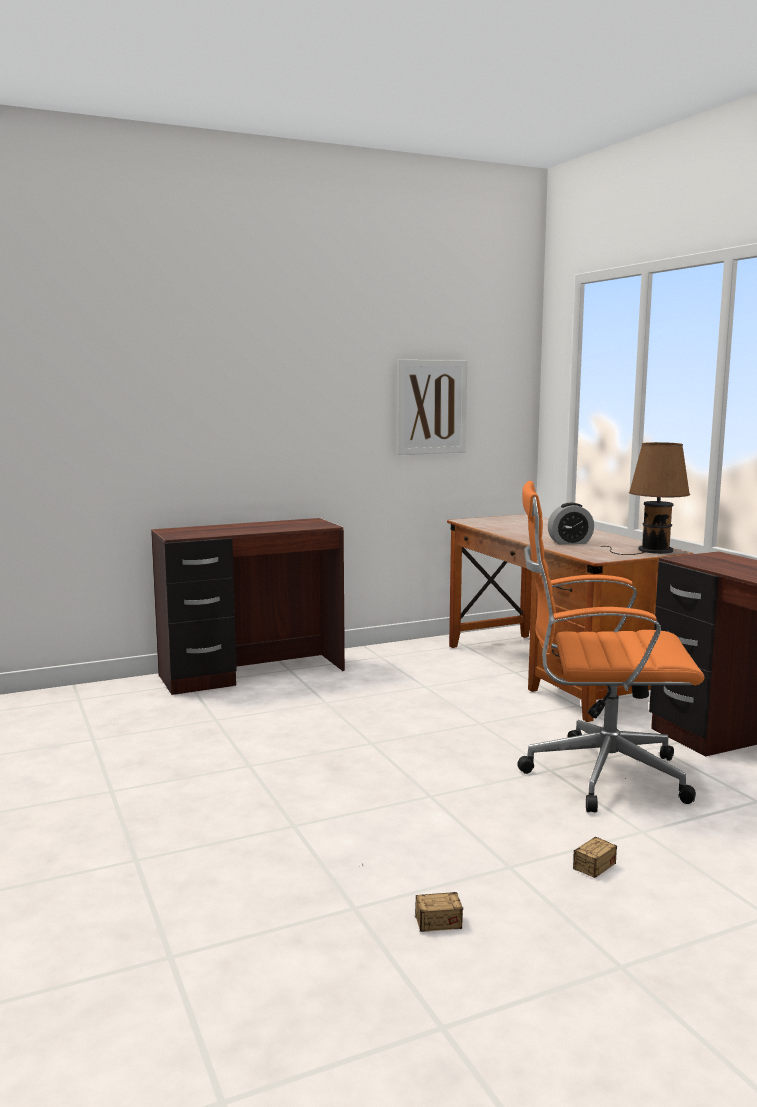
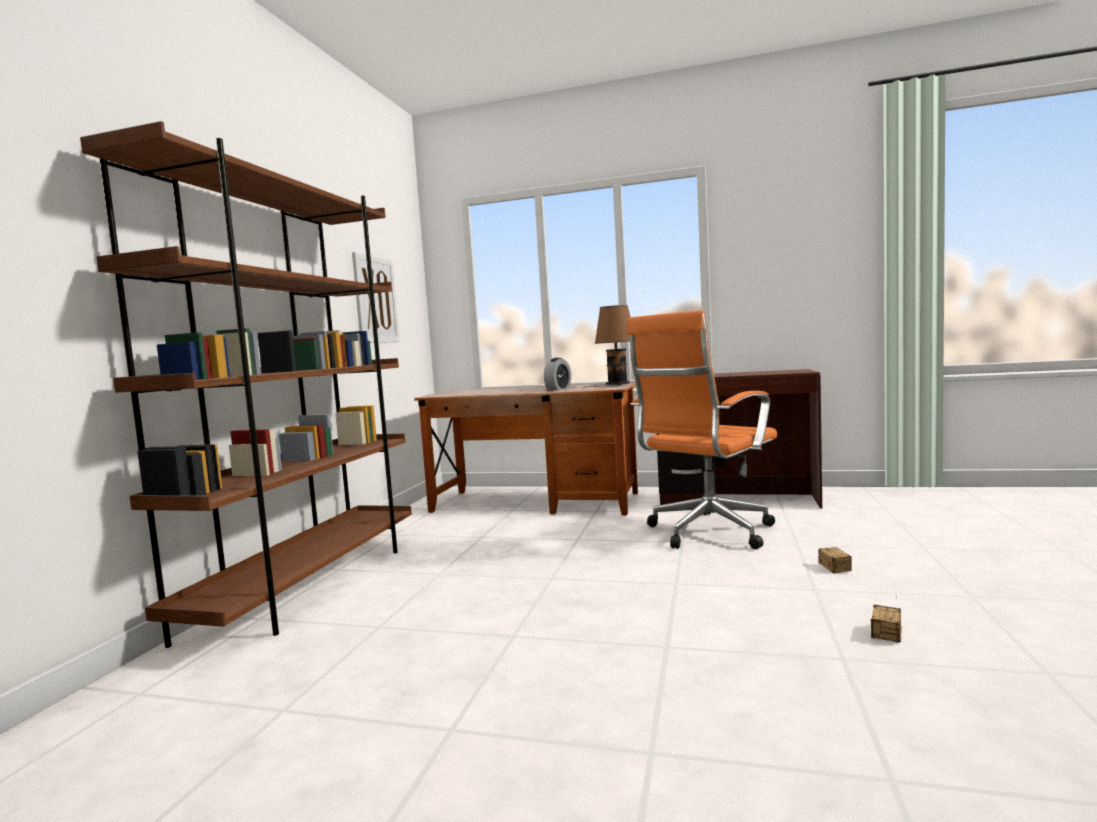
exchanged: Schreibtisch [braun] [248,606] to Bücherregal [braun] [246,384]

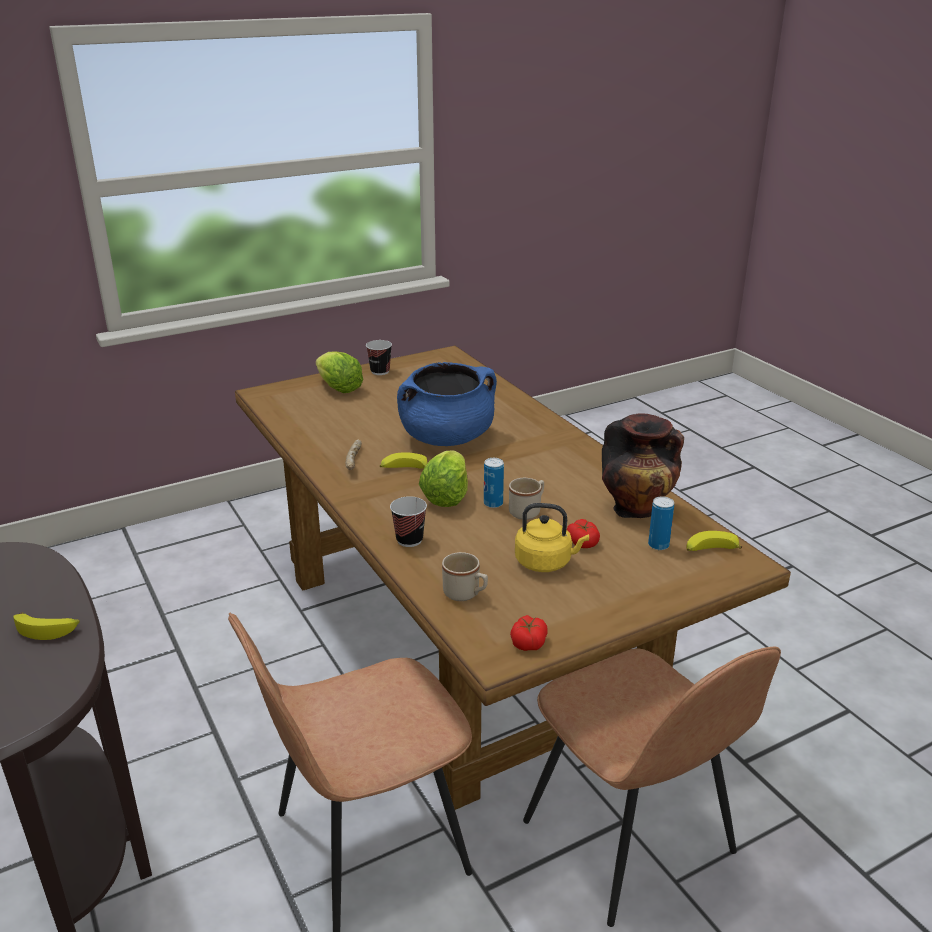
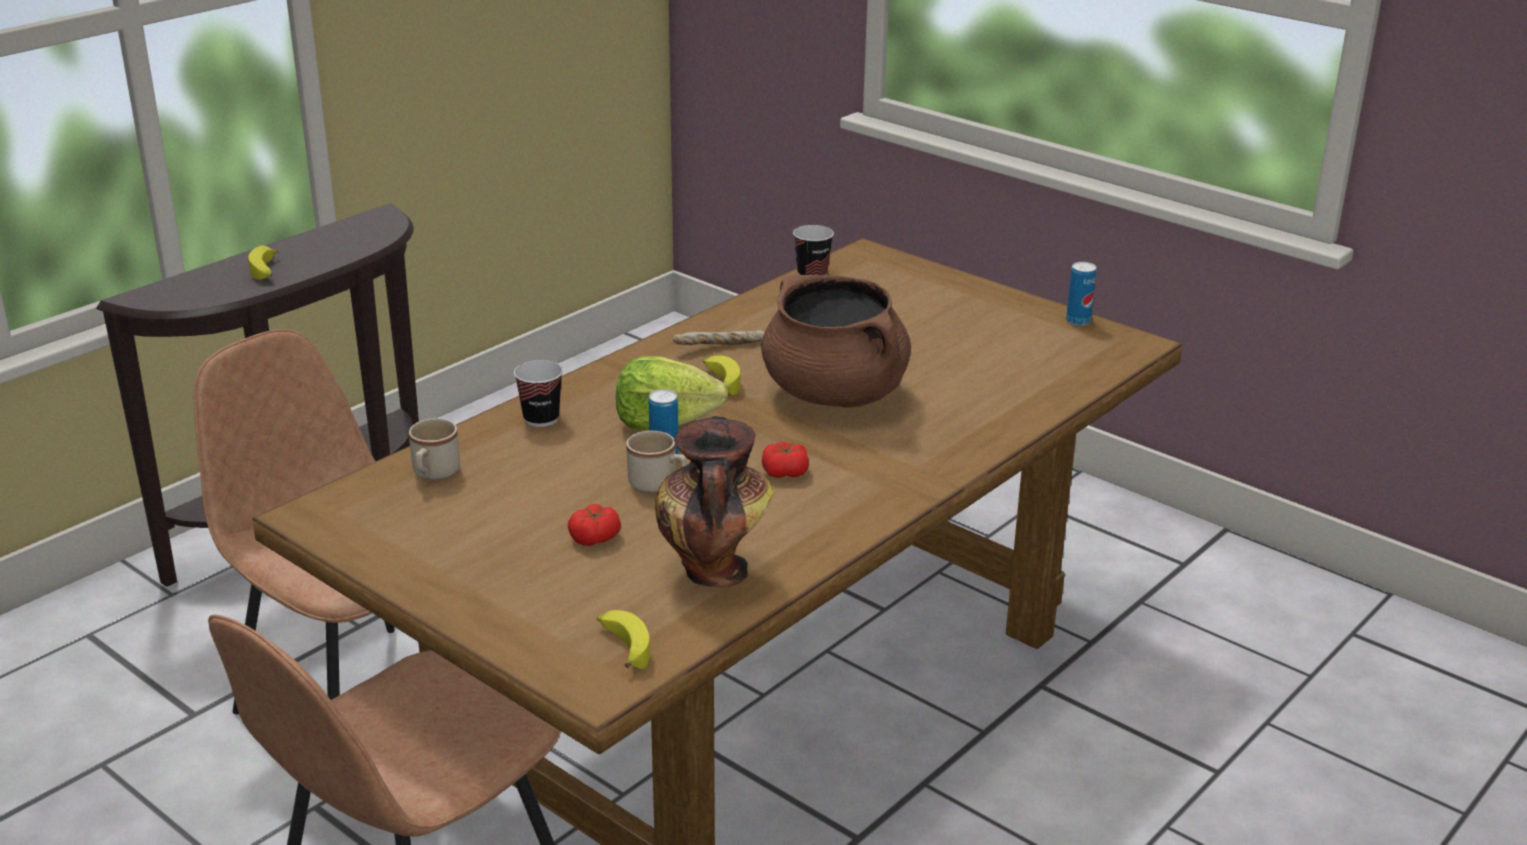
missing: Salatkopf [340,372]; Wasserkessel [gelb] [552,537]
relocated: Tomate [529,633] to [785,460]; Tasse [379,357] to [813,250]; Dose [661,523] to [1081,294]
colour: Kochtopf [blau] [447,404] to Kochtopf [braun] [836,341]

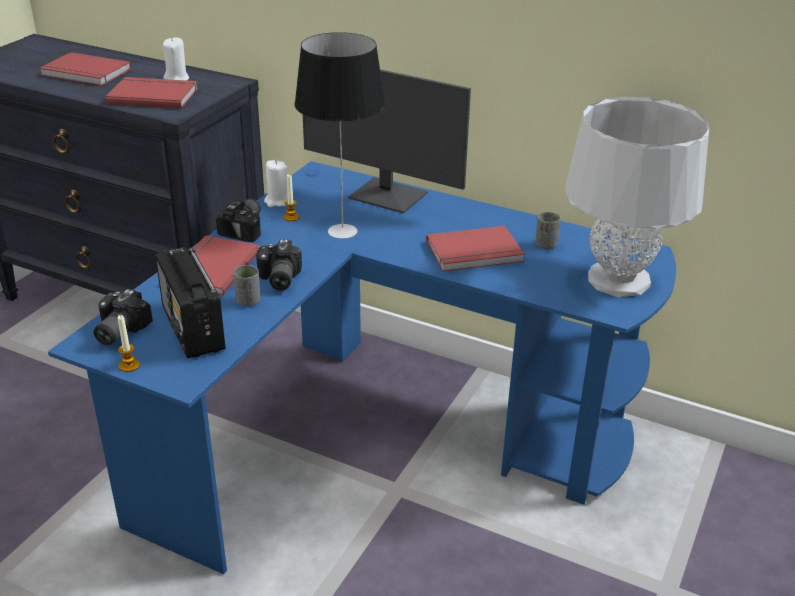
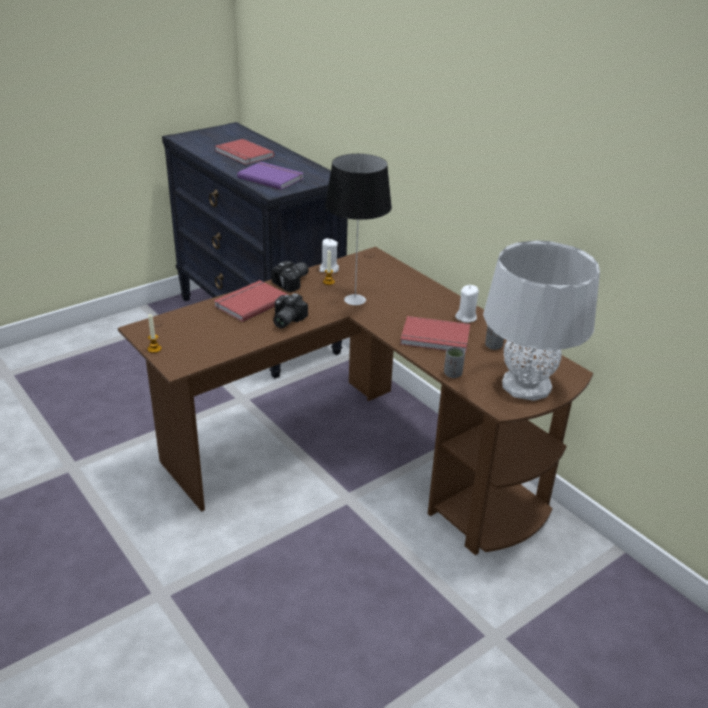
missing: Kamera [123,317]; Radio [190,302]; Monitor [387,141]
relocated: Tasse [grau] [246,286] to [454,362]; Kerze [weiß] [176,59] to [467,304]
colour: Schreibtisch [blau] [362,367] to Schreibtisch [braun] [355,401]; Buch [rot] [151,92] to Buch [lila] [270,176]

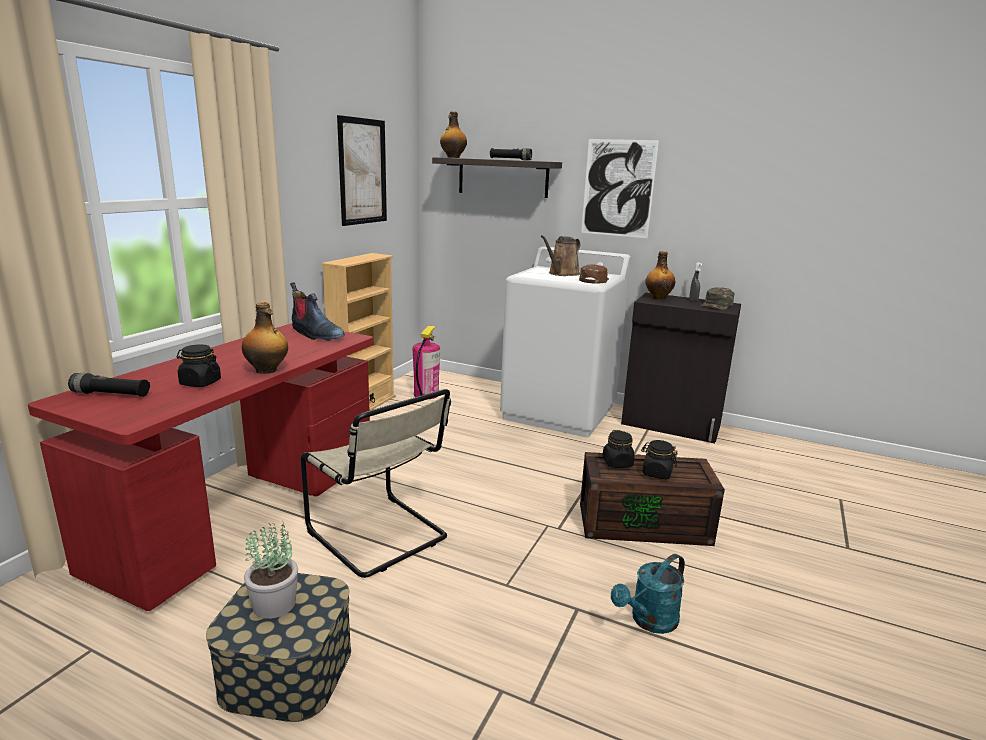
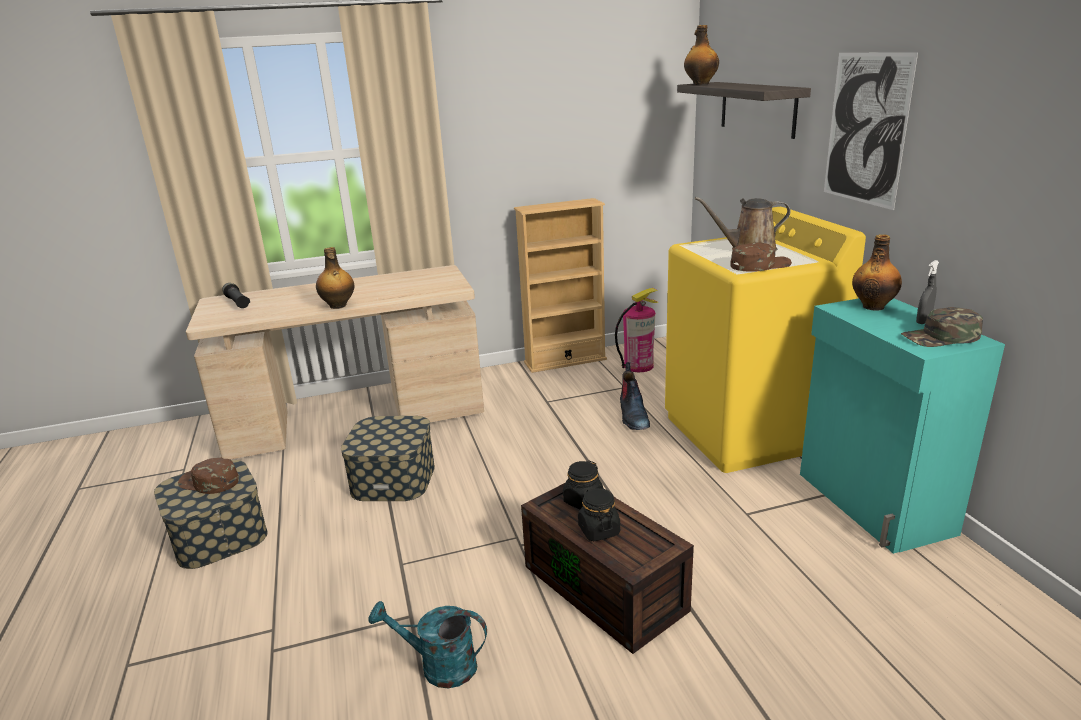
missing: Vorratsglas [schwarz] [199,365]; Bild [362,170]; Taschenlampe [schwarz] [511,154]
relocated: Stiefel [317,311] to [635,396]
exchanged: Topfpflanze [271,570] to Kappe [braun] [208,476]; Stuhl [beige] [376,483] to Aufbewahrungsbox [388,458]
colour: Schreibtisch [rot] [200,467] to Schreibtisch [beige] [335,362]; Waschmaschine [weiß] [565,342] to Waschmaschine [gelb] [765,340]; Schrank [schwarz] [681,368] to Schrank [türkis] [902,426]

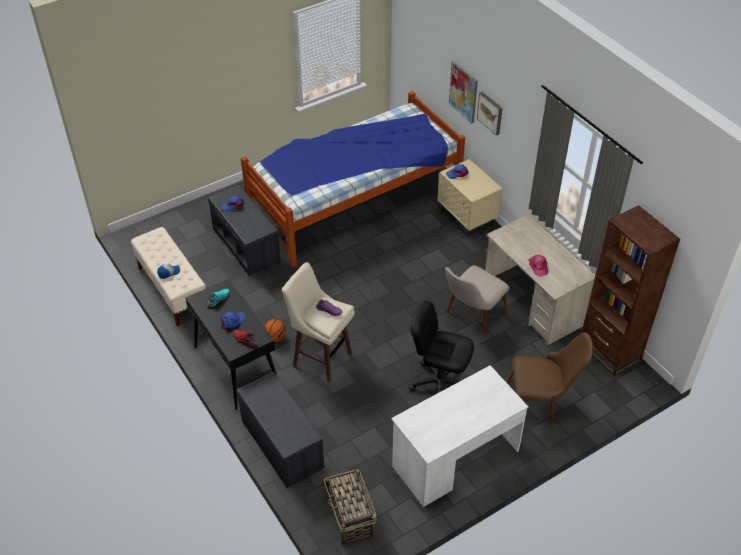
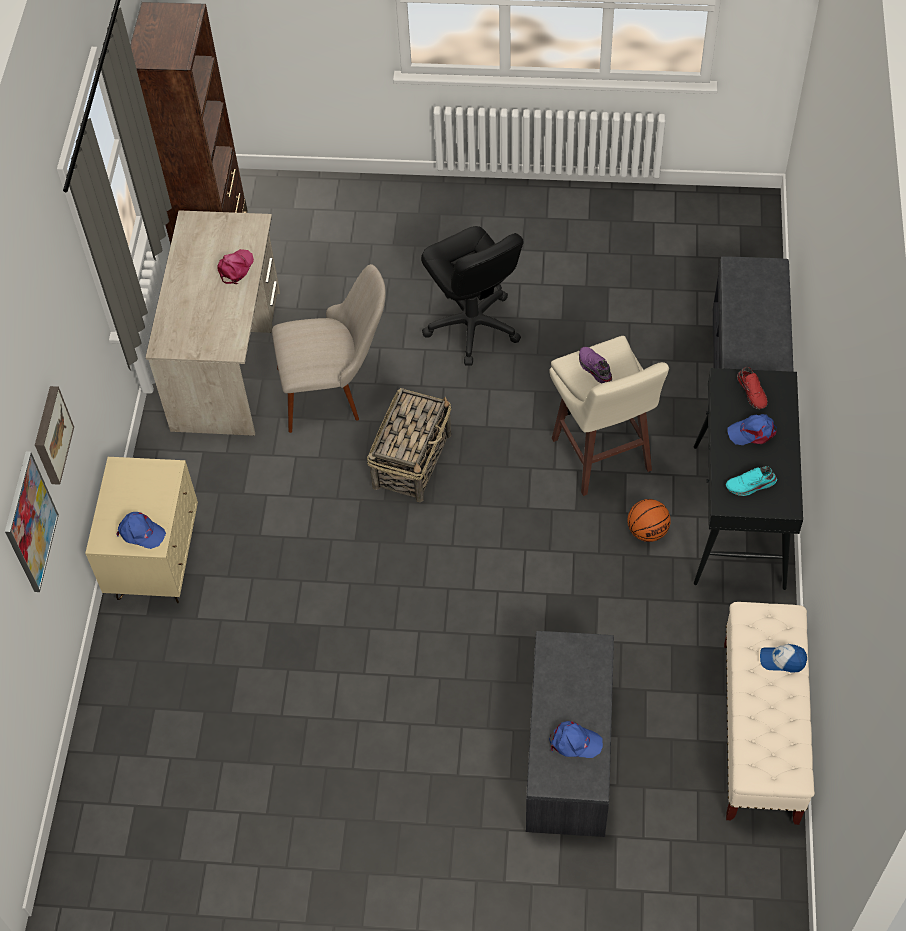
missing: Bett [353,179]; Schreibtisch [weiß] [460,436]; Stuhl [braun] [550,378]
relocated: Korb [350,507] to [409,445]

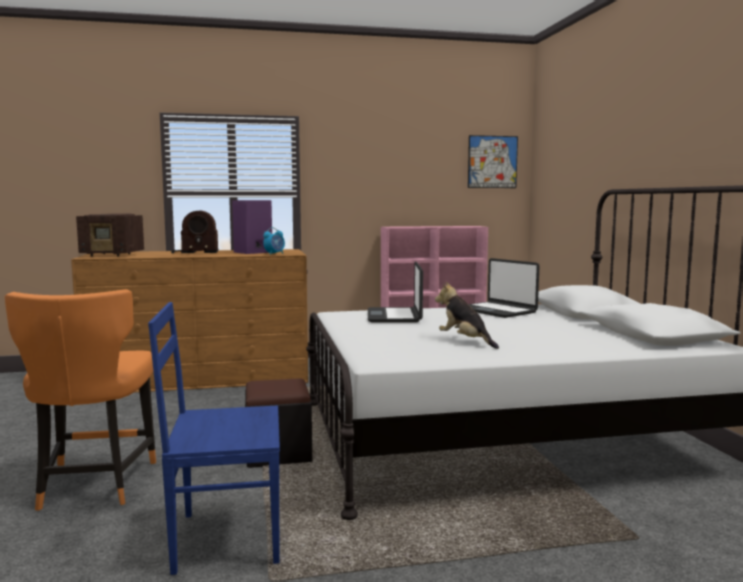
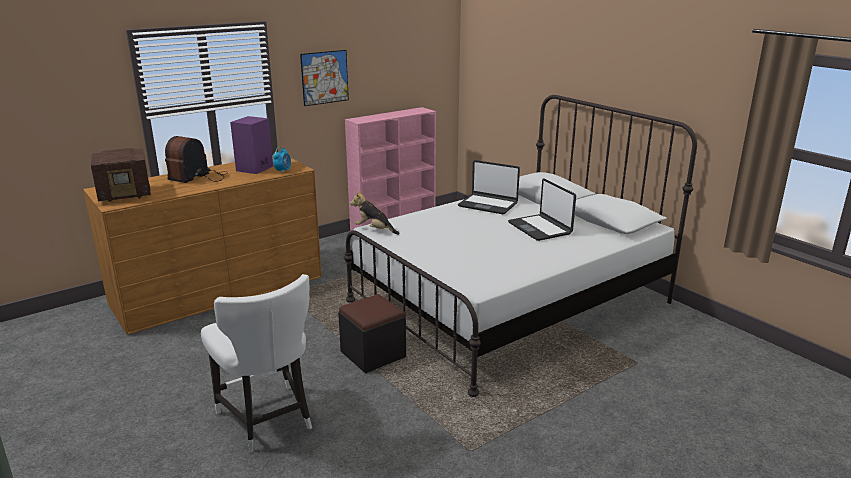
missing: Stuhl [blau] [214,438]
relocated: Bild [493,161] to [324,78]; Plüschtier [467,315] to [375,213]; Laptop [395,292] to [542,210]
colour: Stuhl [orange] [80,400] to Stuhl [weiß] [256,363]
spun: Radio [195,232] = [196,159] 150 degrees clockwise

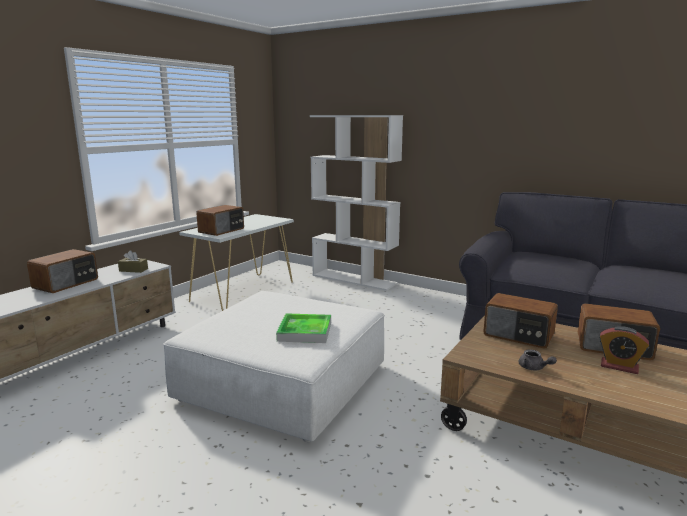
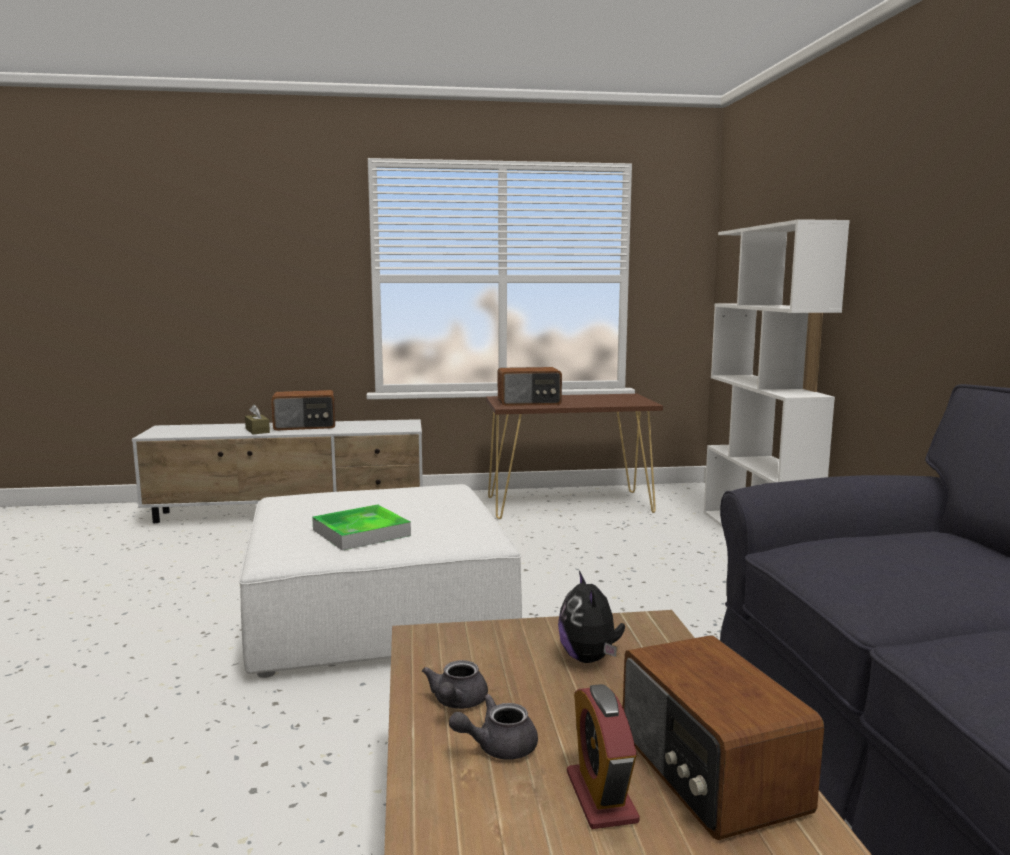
appeared: Teekanne [grau] [493,727]
relocated: Taschentuchbox [braun] [133,261] to [257,419]
exchanged: Radio [520,321] to Plüschtier [591,617]
colour: Konsolentisch [weiß] [236,262] to Konsolentisch [braun] [574,456]

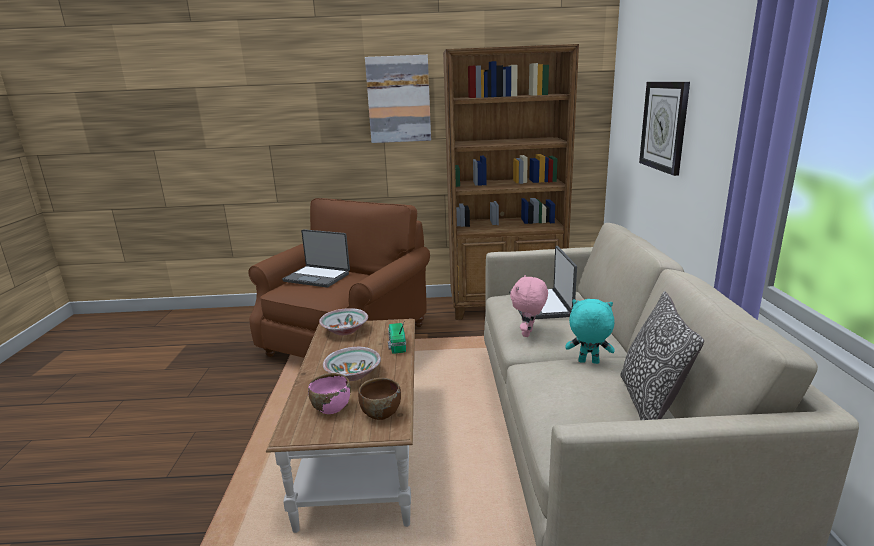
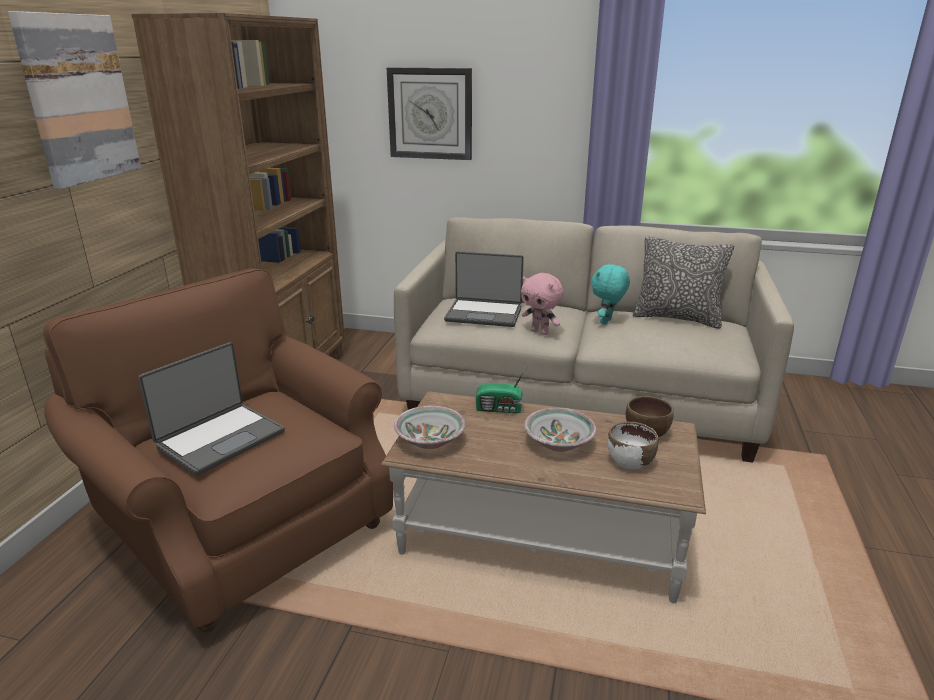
colour: Schüssel [rosa] [329,393] to Schüssel [weiß] [633,445]

